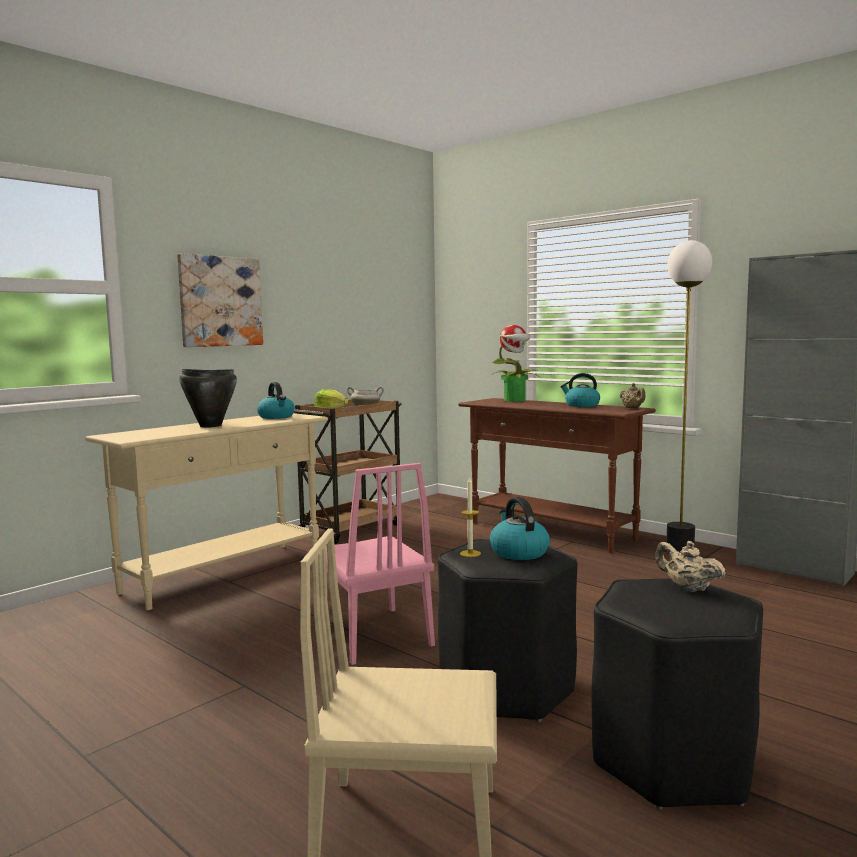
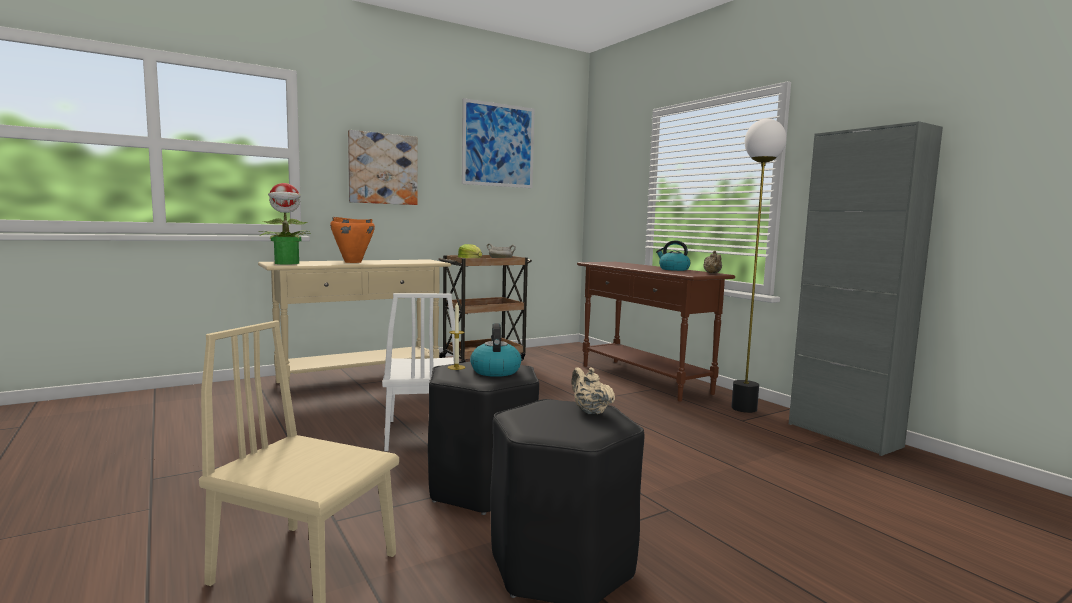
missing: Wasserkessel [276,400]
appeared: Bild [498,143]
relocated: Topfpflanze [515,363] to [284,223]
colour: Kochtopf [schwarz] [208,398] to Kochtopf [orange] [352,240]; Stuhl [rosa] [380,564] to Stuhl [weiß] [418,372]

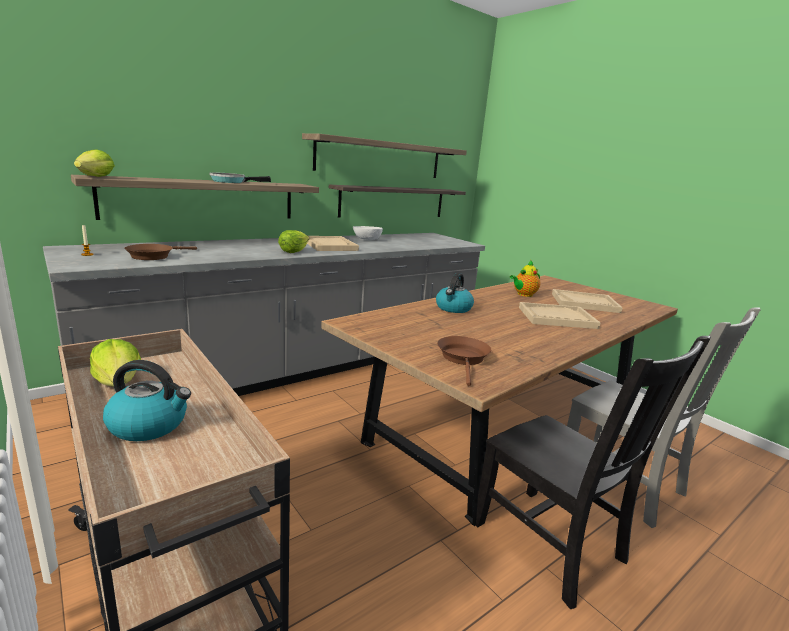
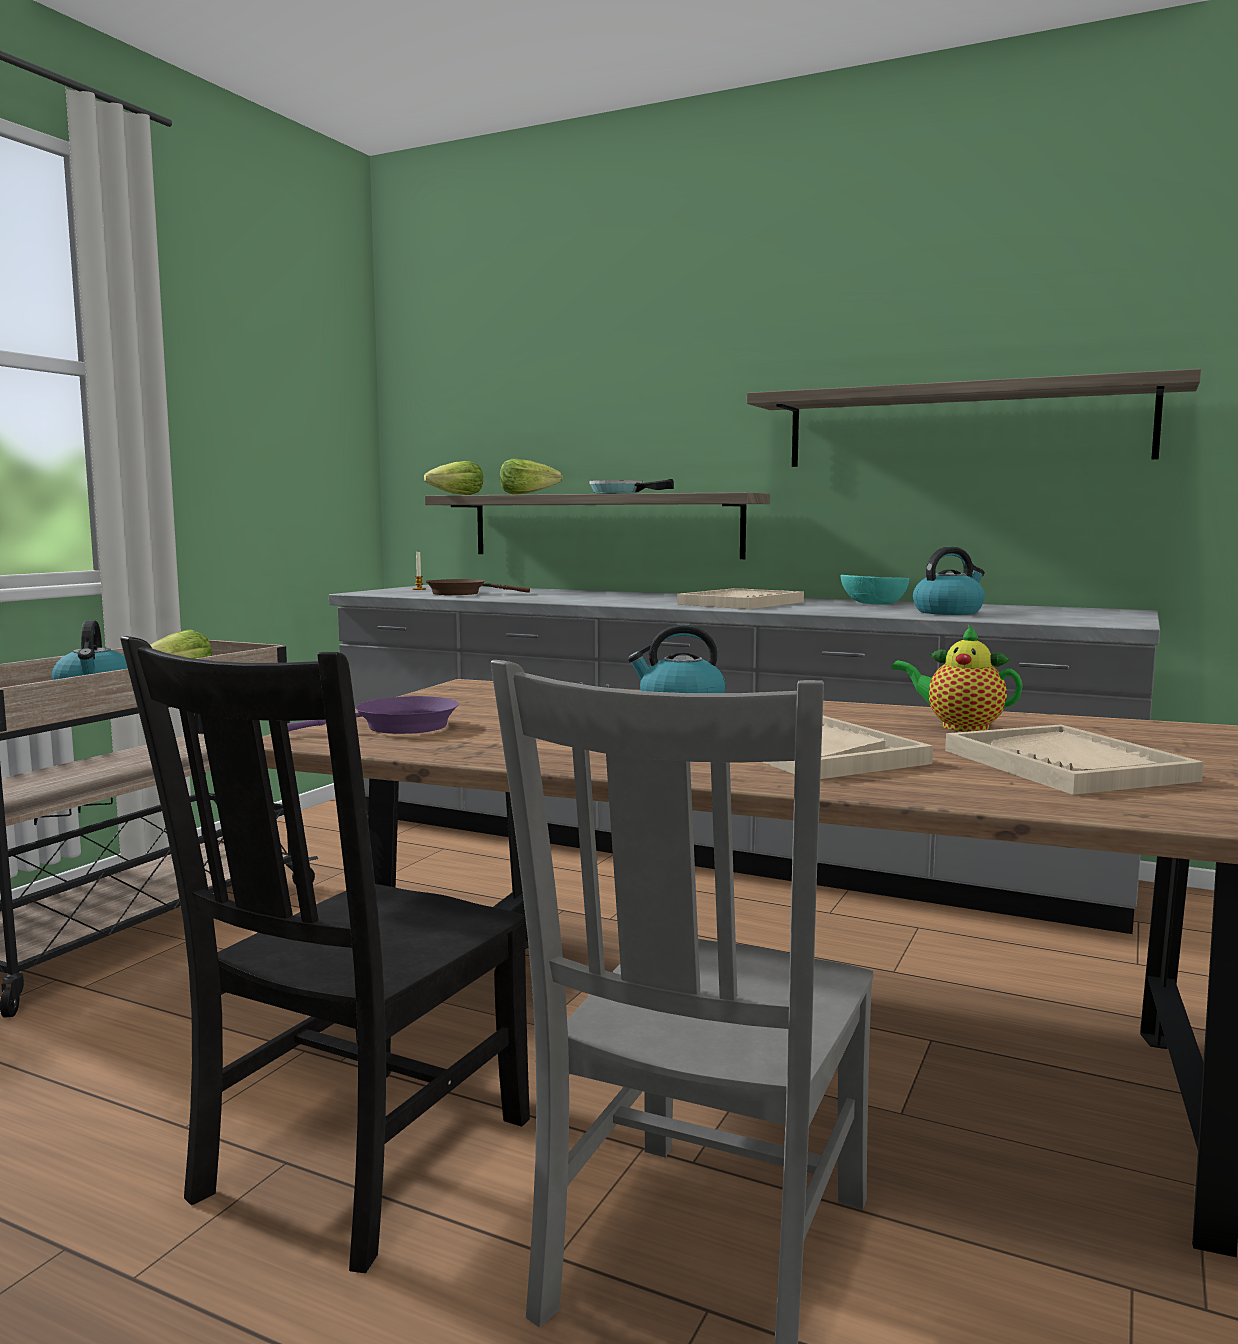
missing: Wandregal [397,201]
appeared: Wasserkessel [949,581]
relocated: Salatkopf [293,241] to [531,476]
colour: Pfanne [braun] [464,361] to Pfanne [lila] [373,715]; Schüssel [weiß] [368,233] to Schüssel [türkis] [875,590]

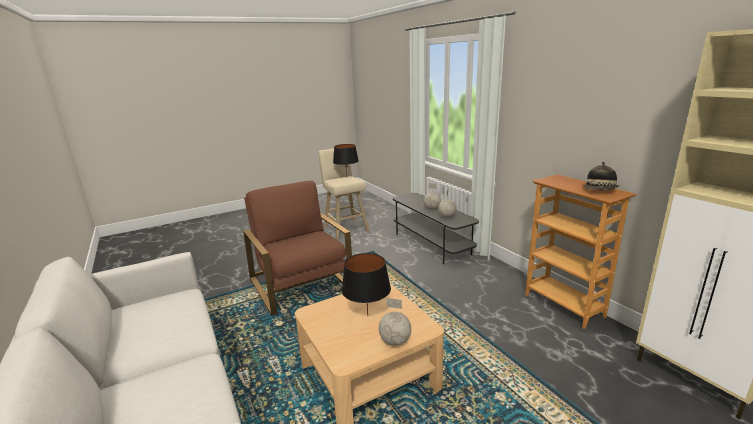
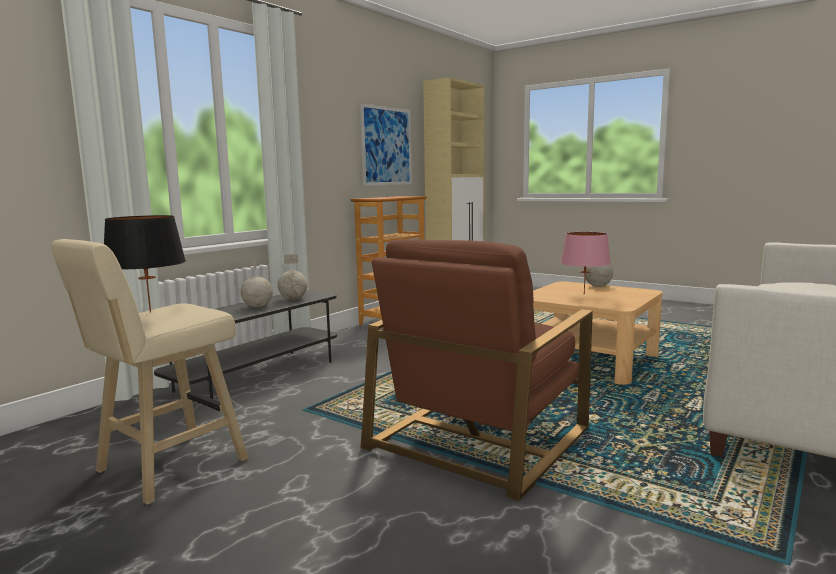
missing: Hut [601,176]
appeared: Bild [386,144]
colour: Tischlampe [schwarz] [366,285] to Tischlampe [rosa] [585,263]

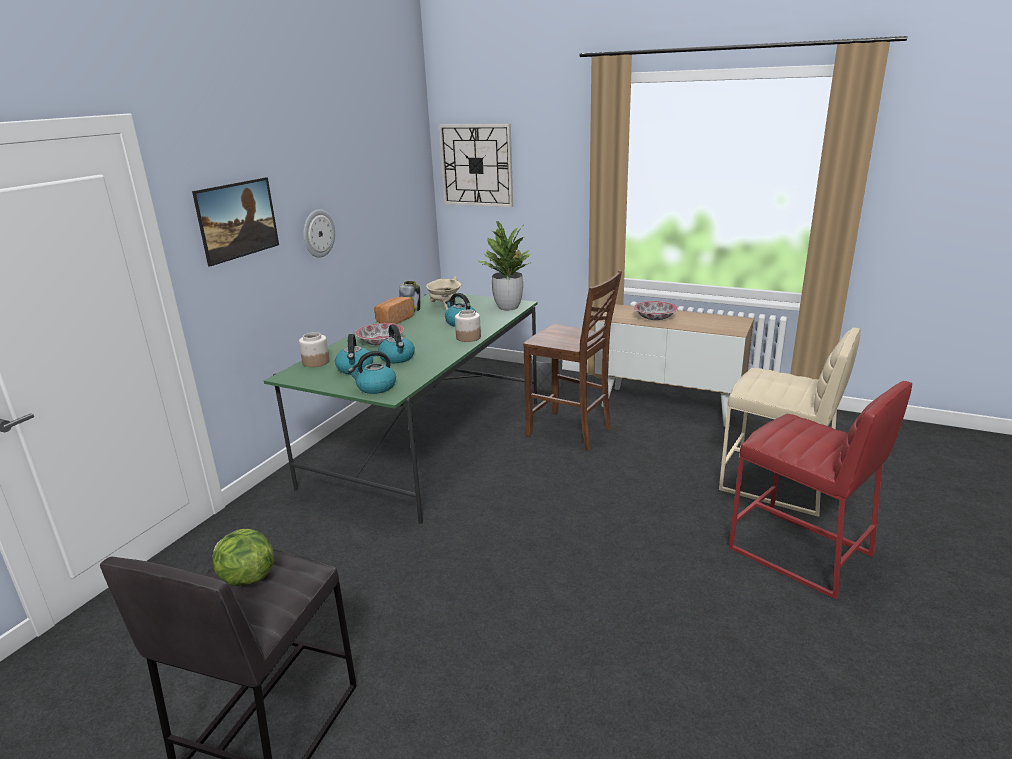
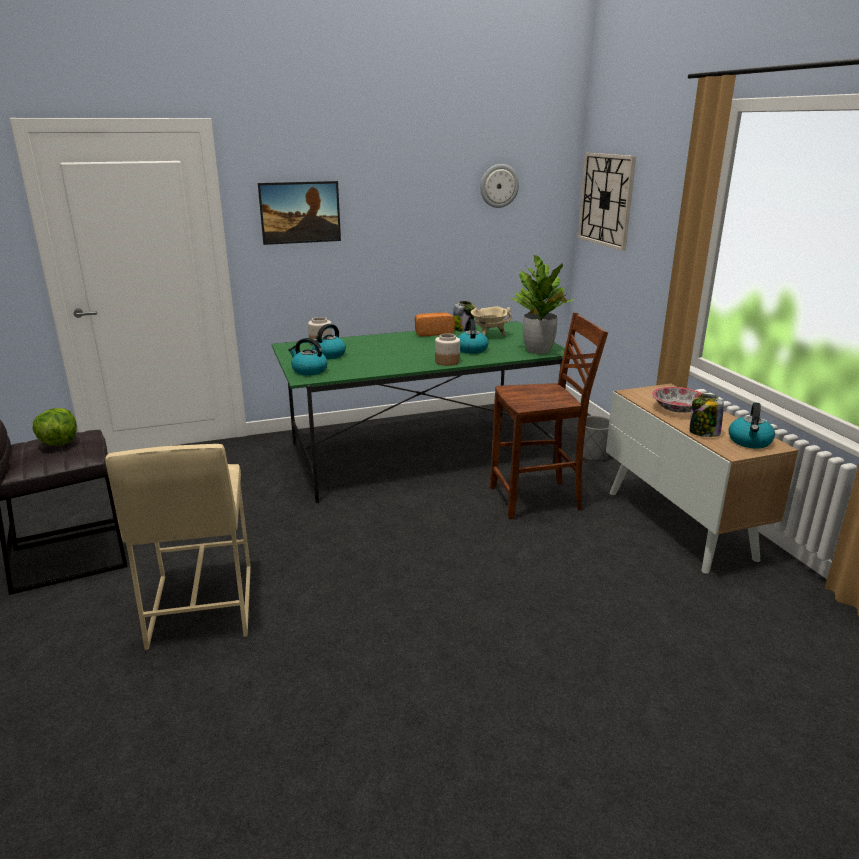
missing: Schüssel [379,334]; Hocker [rot] [820,490]
appeared: Vorratsglas [706,415]
relocated: Hocker [beige] [789,422] to [178,547]; Wanduhr [319,233] to [499,186]; Wasserkessel [396,343] to [751,425]
spun: Stuhl [braun] [572,360] = [549,415] 90 degrees counterclockwise

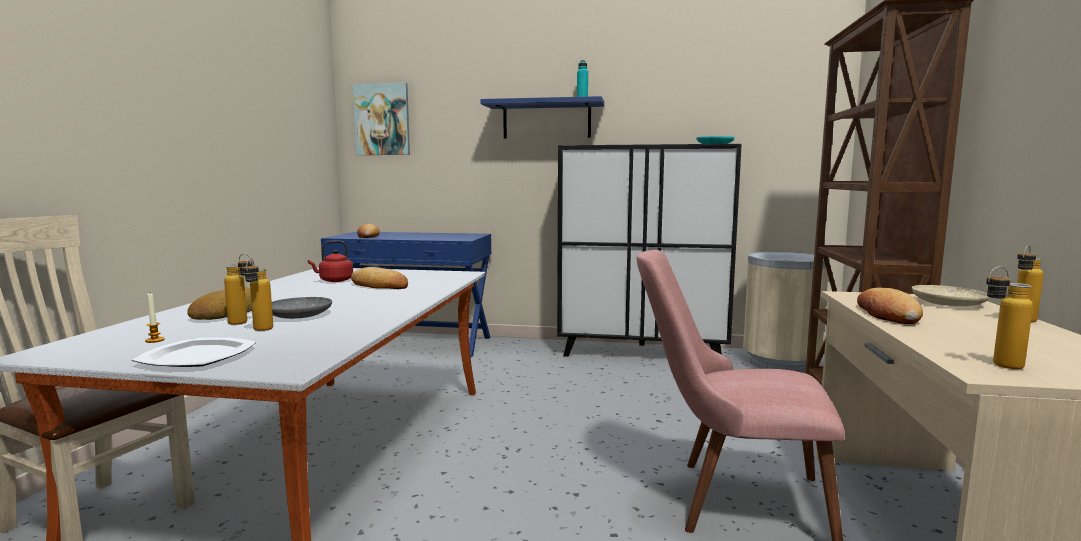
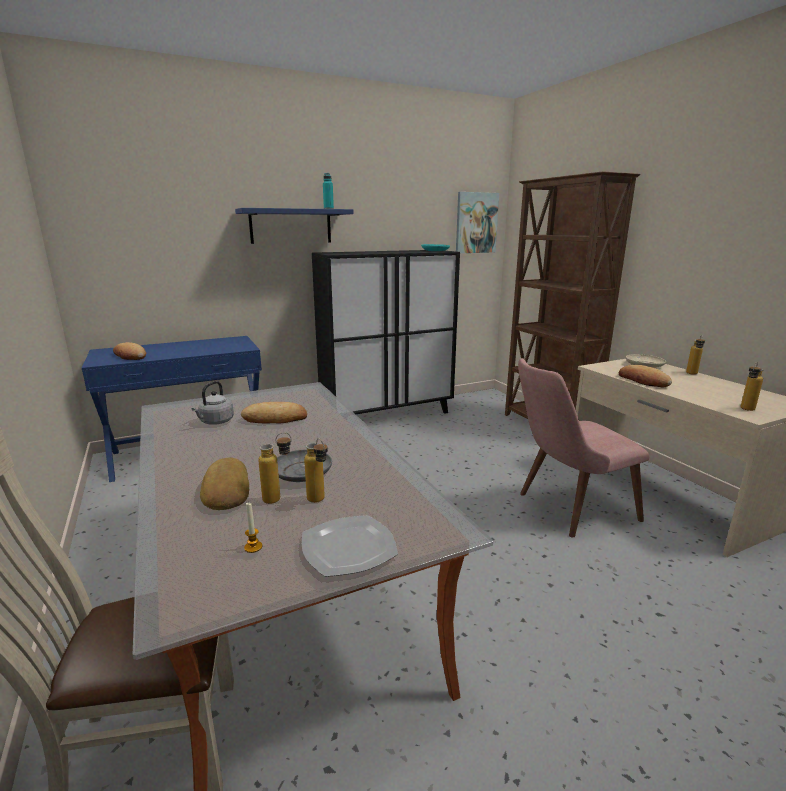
missing: Mülleimer [beige] [786,312]
relocated: Bild [381,118] to [477,222]
colour: Wasserkessel [rot] [330,261] to Wasserkessel [grau] [213,403]

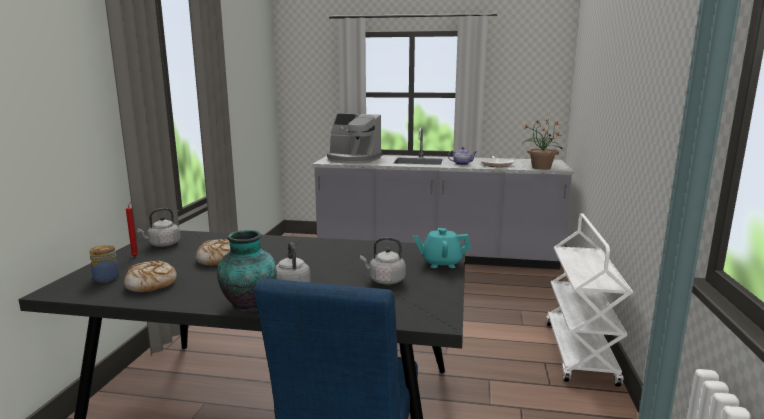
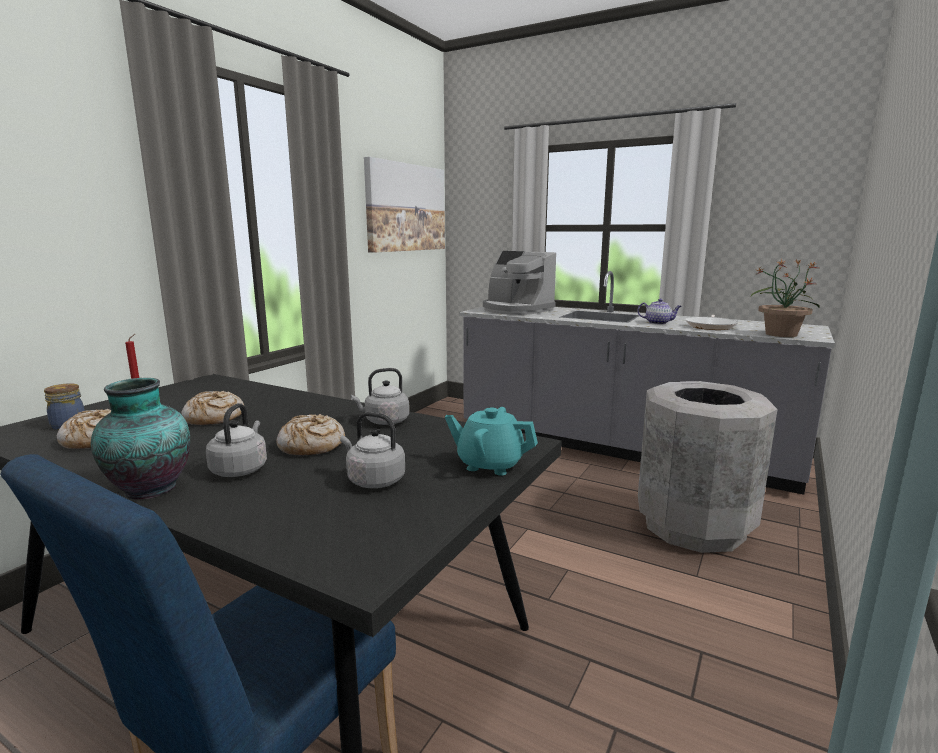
missing: Rollwagen [weiß] [589,300]
appeared: Brot [310,435]; Bild [404,205]; Mülleimer [grau] [707,467]
relocated: Wasserkessel [grau] [159,227] to [380,396]

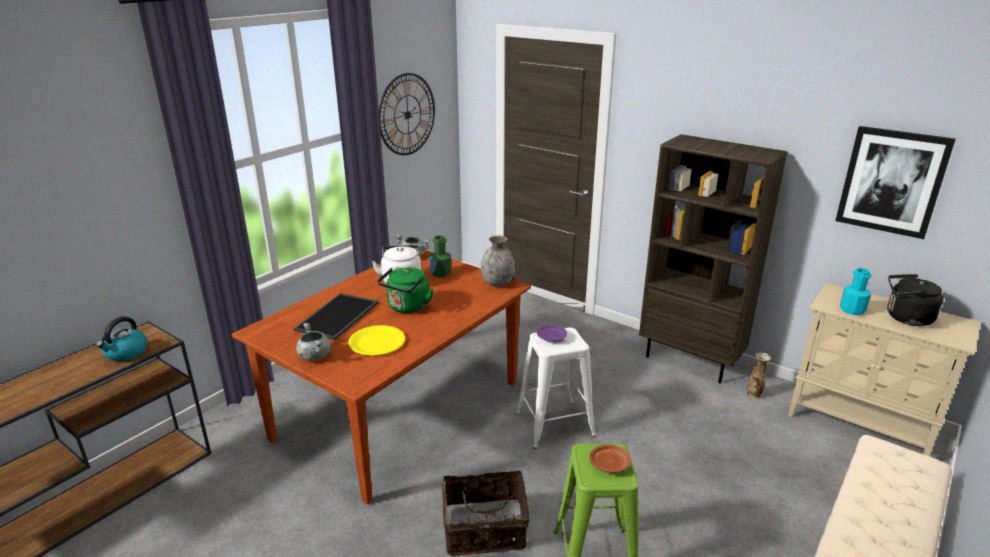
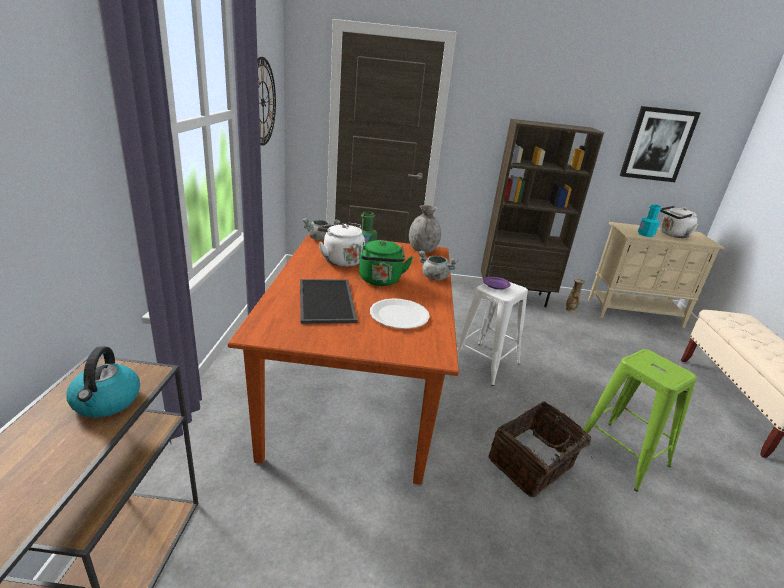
missing: Teller [braun] [610,458]
relocated: Kochtopf [grau] [313,342] to [438,265]
colour: Teller [gelb] [376,340] to Teller [weiß] [400,313]; Wasserkessel [schwarz] [915,300] to Wasserkessel [weiß] [679,222]

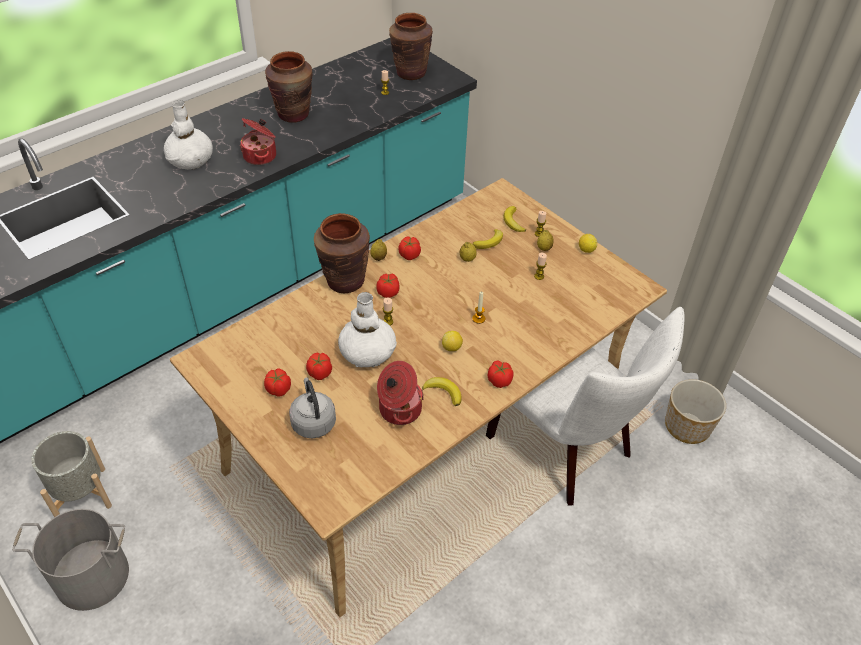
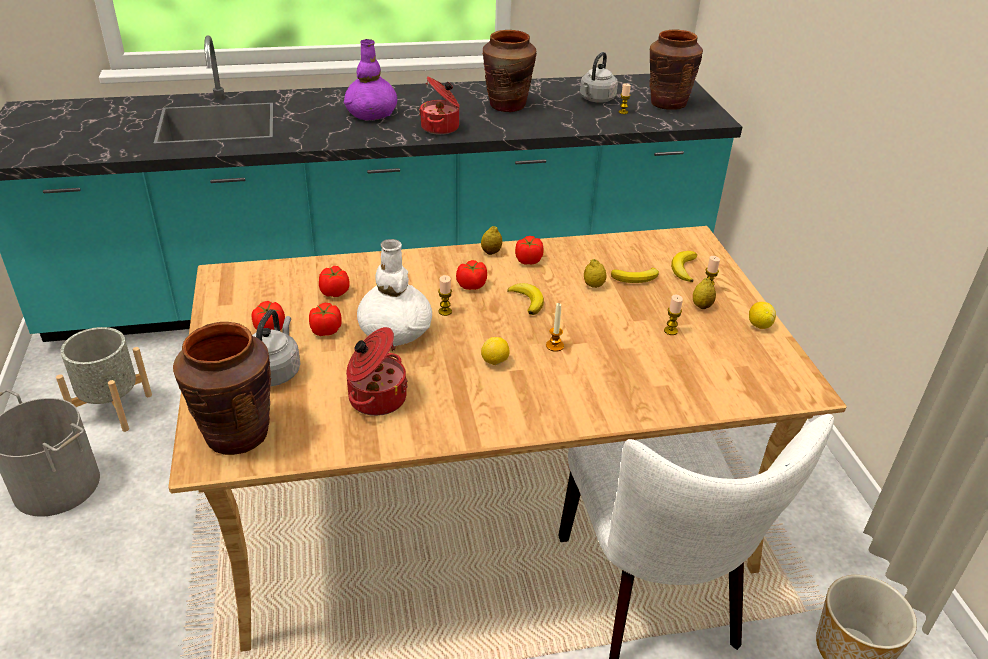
appeared: Wasserkessel [grau] [599,77]
relocated: Vase [braun] [342,253] to [222,388]; Tomate [501,374] to [334,281]; Banane [442,391] to [525,299]
colour: Vase [weiß] [188,135] to Vase [lila] [370,80]

